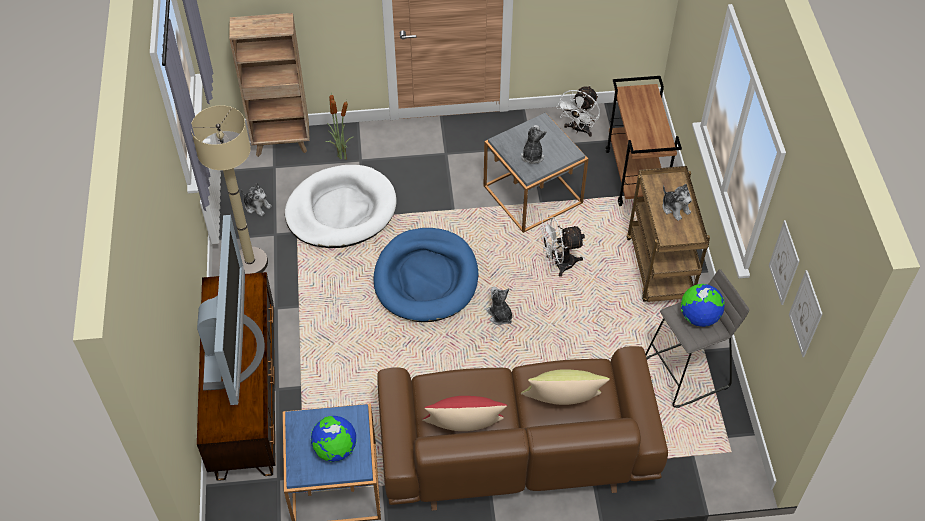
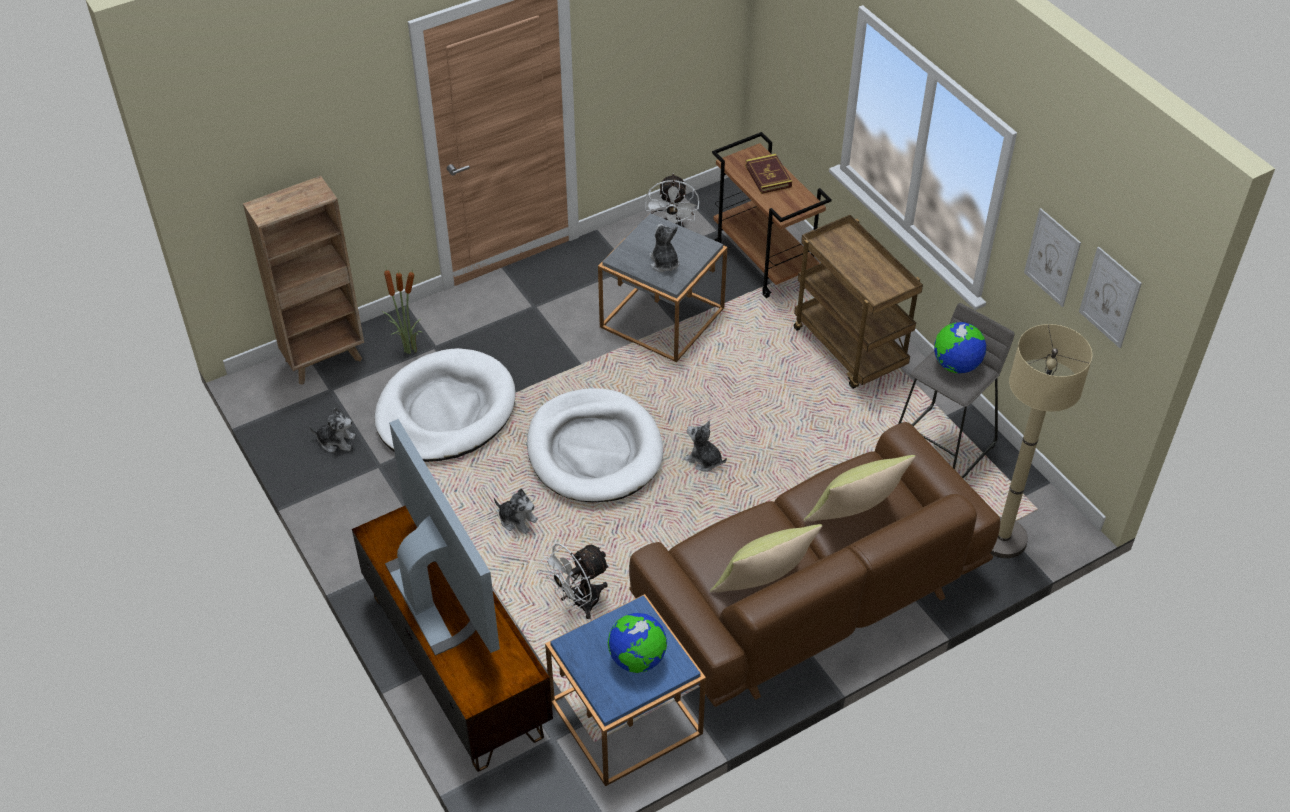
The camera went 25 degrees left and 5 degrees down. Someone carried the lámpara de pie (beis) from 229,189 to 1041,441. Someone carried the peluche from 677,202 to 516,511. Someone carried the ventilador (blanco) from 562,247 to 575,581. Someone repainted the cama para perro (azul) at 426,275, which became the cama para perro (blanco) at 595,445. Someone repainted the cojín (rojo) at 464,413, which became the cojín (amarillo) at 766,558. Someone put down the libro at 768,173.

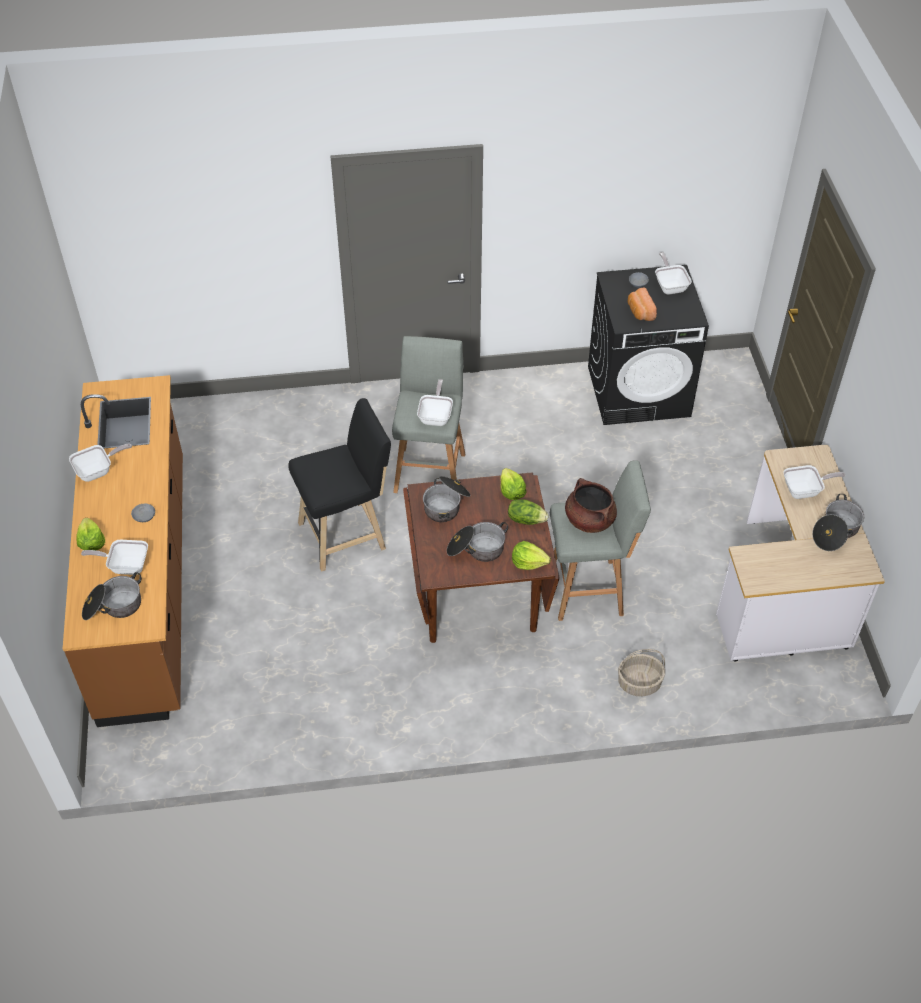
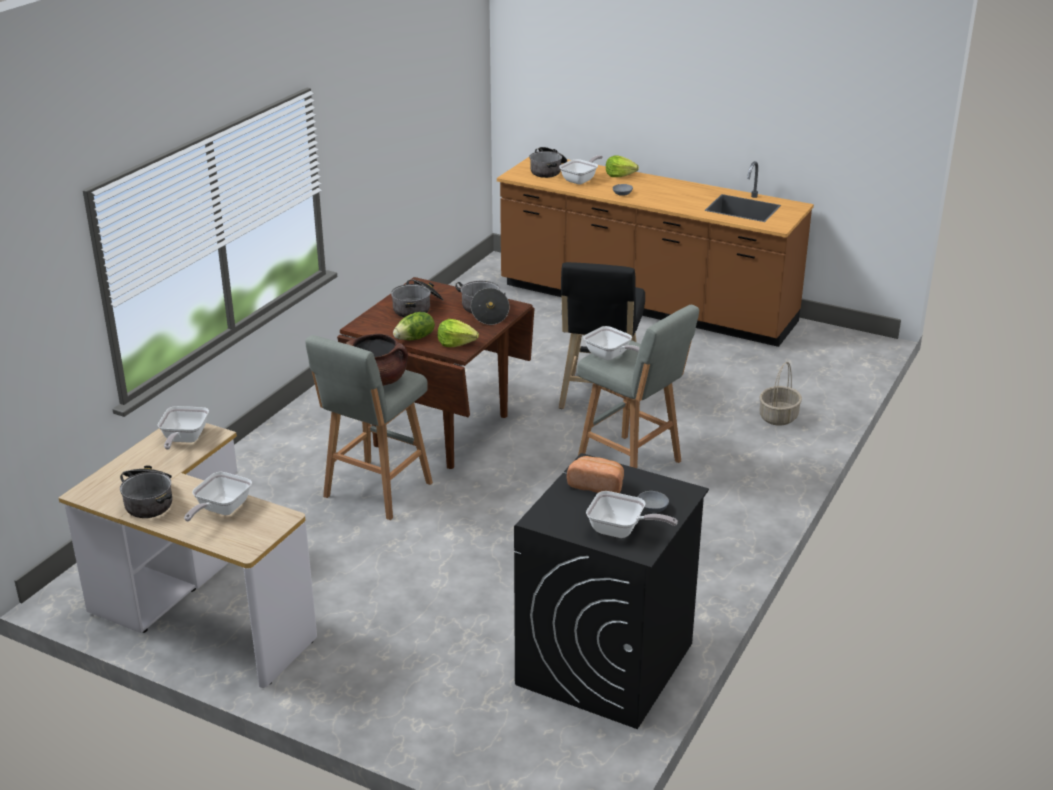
The camera went 125 degrees right and 20 degrees down. Someone carried the sartén from 100,462 to 183,428. Someone took away the lechuga at 531,555. Someone carried the cesta from 641,672 to 780,393.

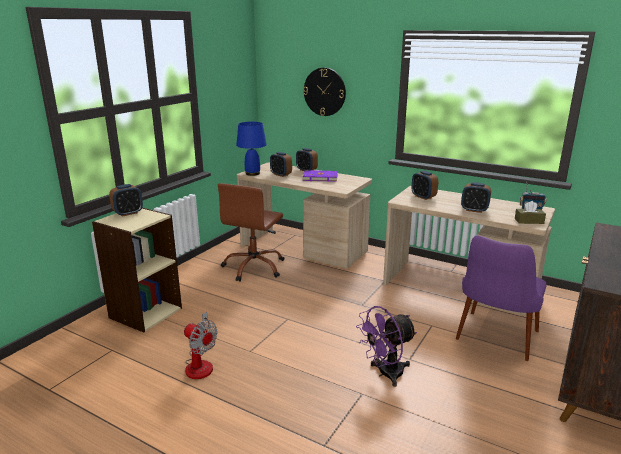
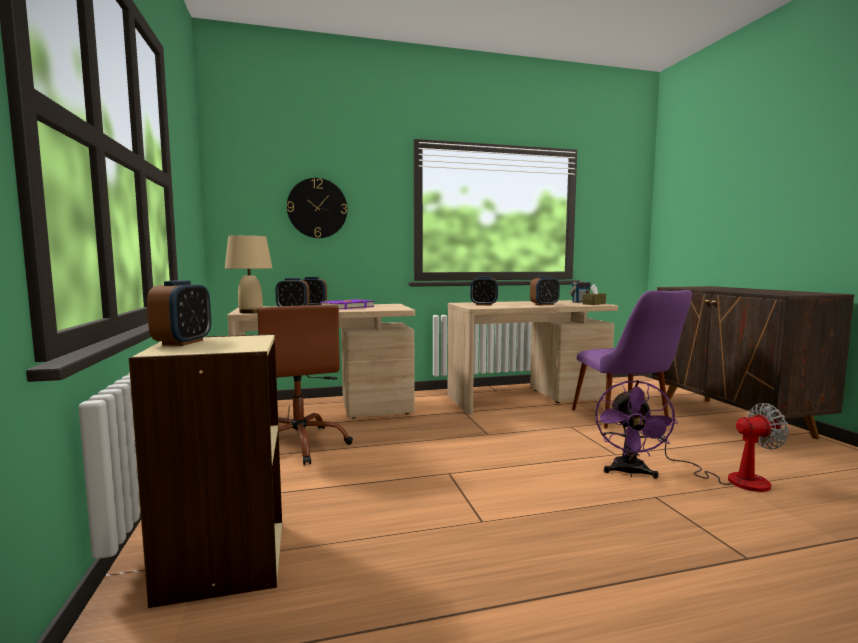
The camera went 45 degrees left and 15 degrees down. Someone repainted the lámpara de mesa (azul) at 251,149, which became the lámpara de mesa (beis) at 248,274. Someone carried the ventilador from 200,345 to 723,447.

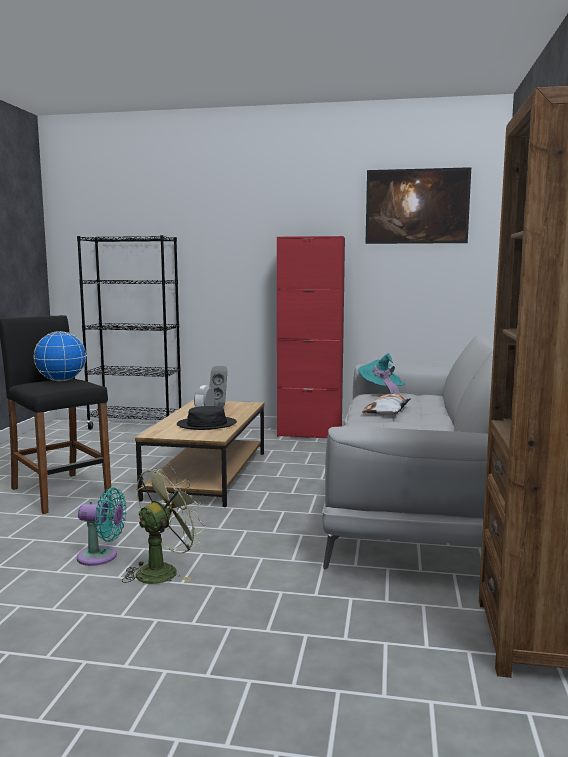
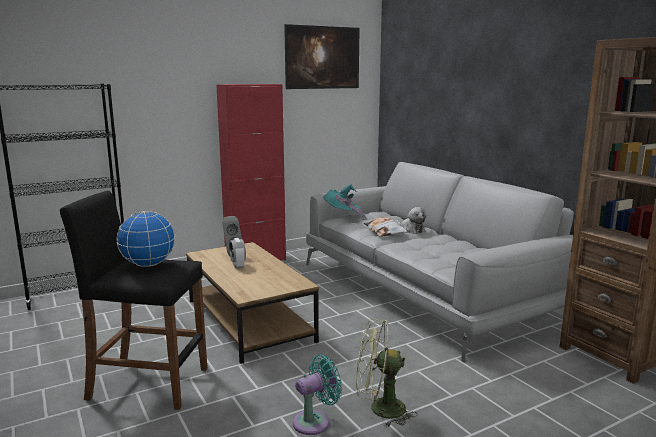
The camera went 40 degrees left and 5 degrees up. Someone took away the sombrero (negro) at 207,418. Someone rotated the ventilador (verde) at 164,524 by 90 degrees counterclockwise. Someone put down the peluche at 411,220.

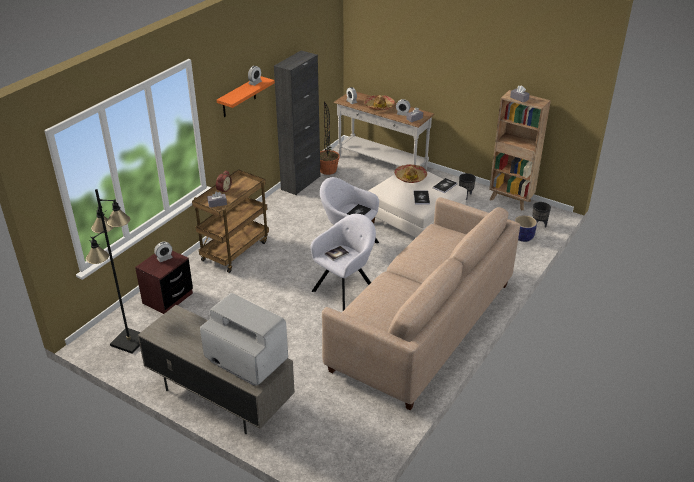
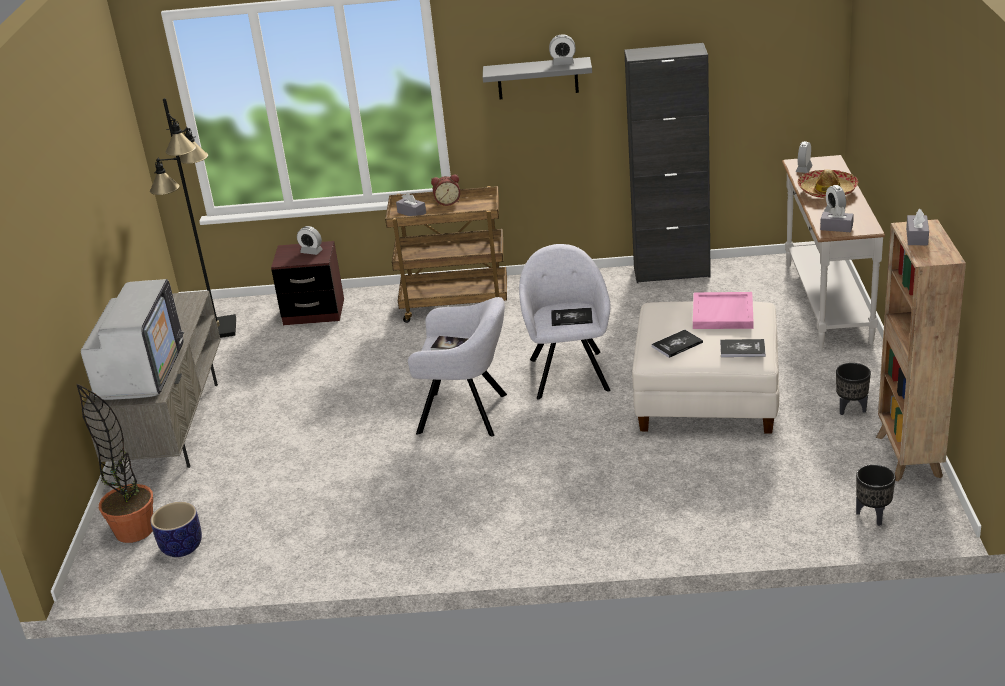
The camera went 60 degrees right and 5 degrees down. Someone repainted the estante (naranja) at 245,96, which became the estante (gris) at 537,78. Someone carried the planta en maceta from 330,138 to 115,463. Someone swapped the sombrero at 410,173 for the bandeja (rosa) at 723,310. Someone took away the sofá (beis) at 421,303. Someone carried the maceta from 525,228 to 176,529.

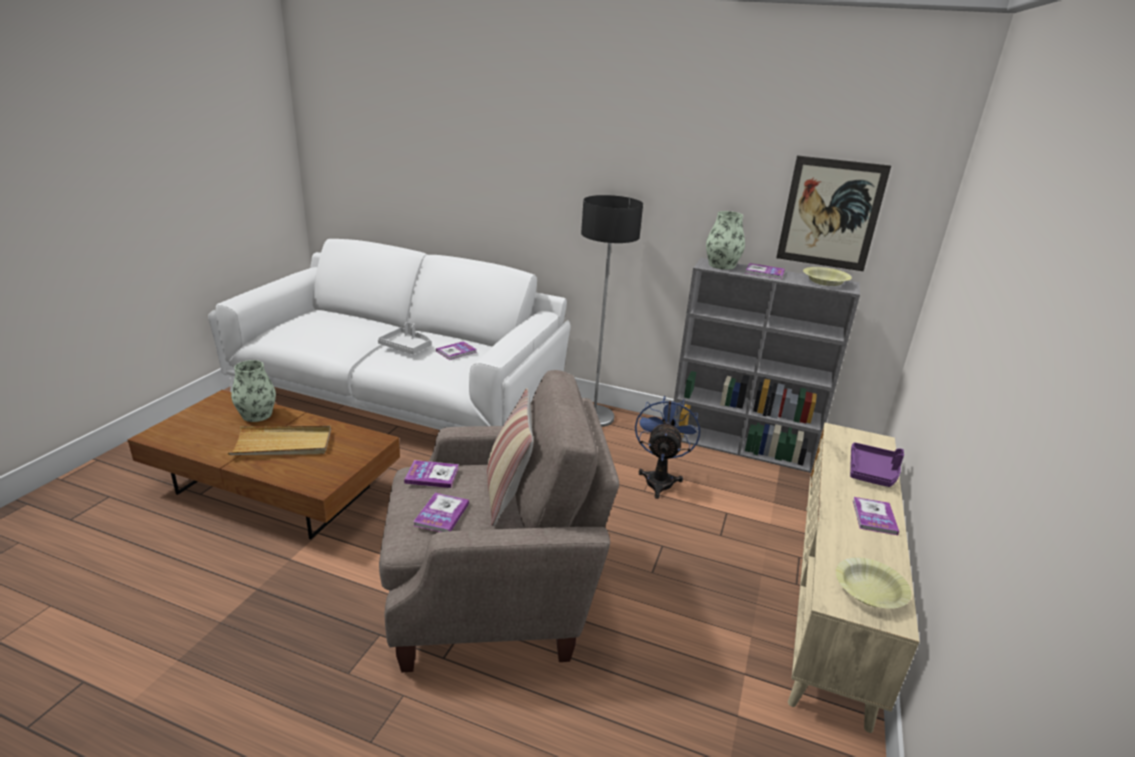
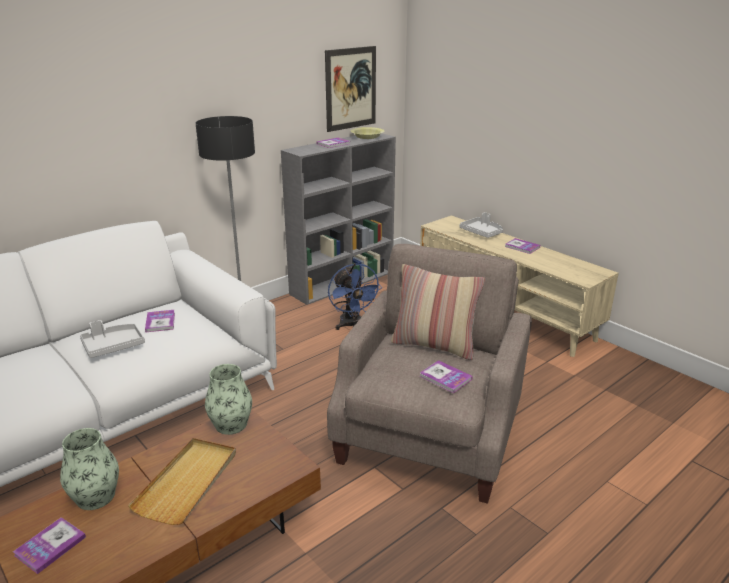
The camera went 60 degrees left and 0 degrees up. Someone carried the florero from 725,240 to 228,399. Someone rotated the ventilador (azul) at 667,447 by 150 degrees counterclockwise. Someone repainted the bandeja (morado) at 877,464, which became the bandeja (gris) at 481,225. Someone carried the libro from 431,474 to 49,545. Someone took away the cuenco (amarillo) at 874,583.

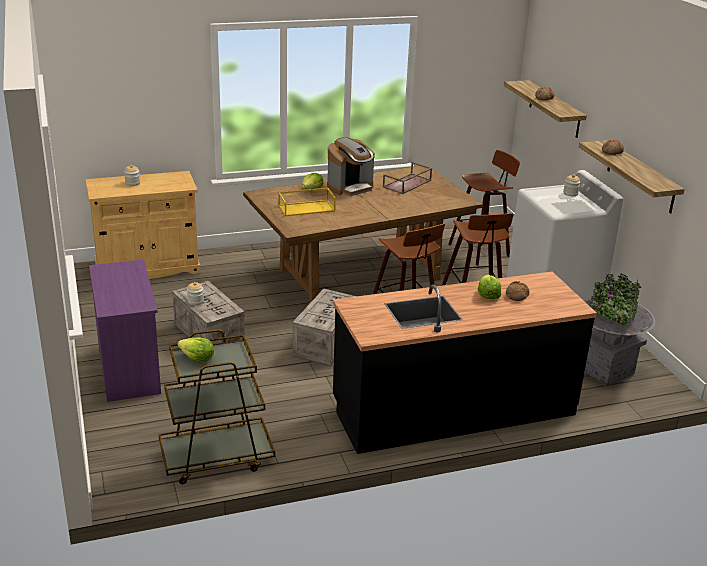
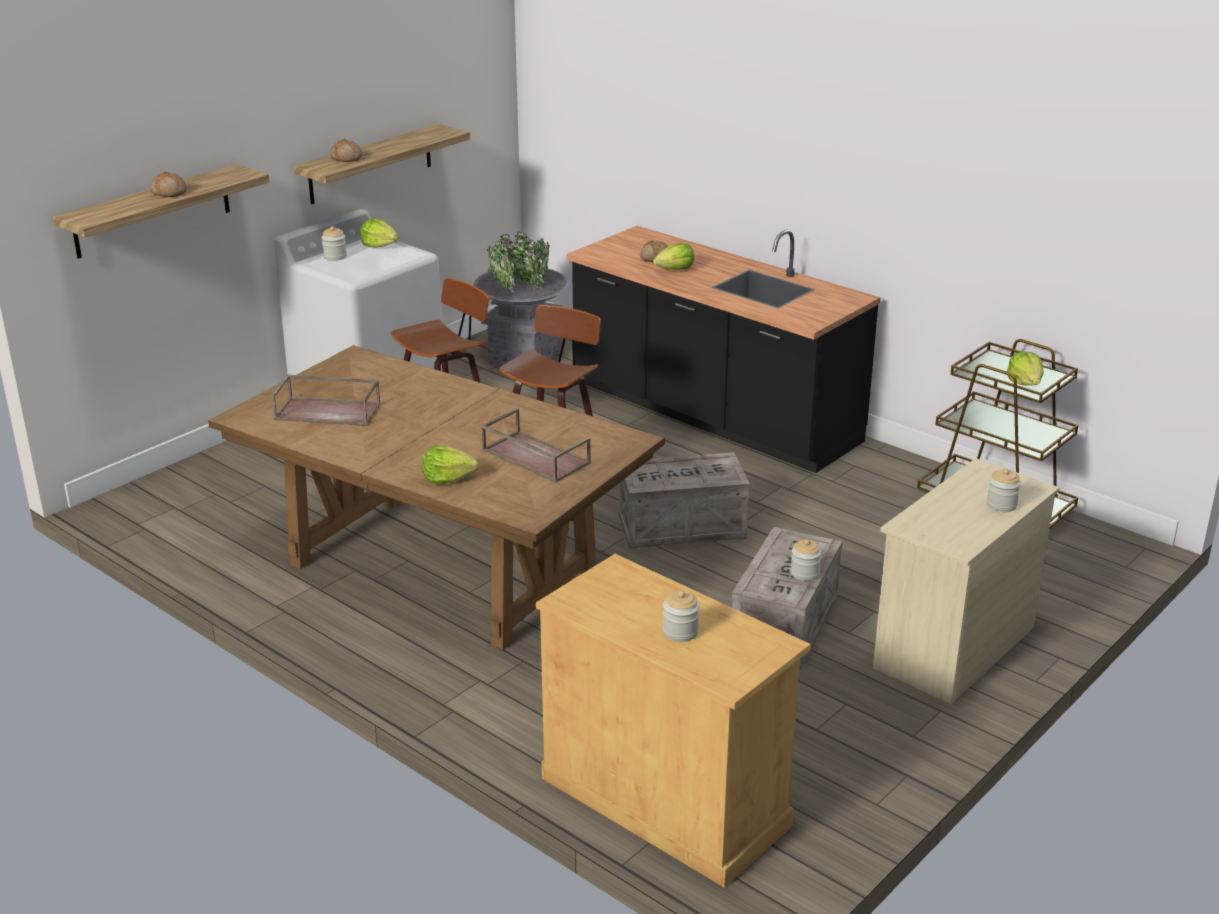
The camera went 120 degrees left and 0 degrees up. Someone took away the cafetera at 351,166. Someone took away the taburete at 484,208. Someone repainted the bandeja (amarillo) at 307,202, which became the bandeja (marrón) at 536,445. Someone repainted the cómoda (morado) at 125,330, which became the cómoda (beis) at 966,581. Someone put down the lechuga at 379,233. Someone put down the tarro at 1004,490.

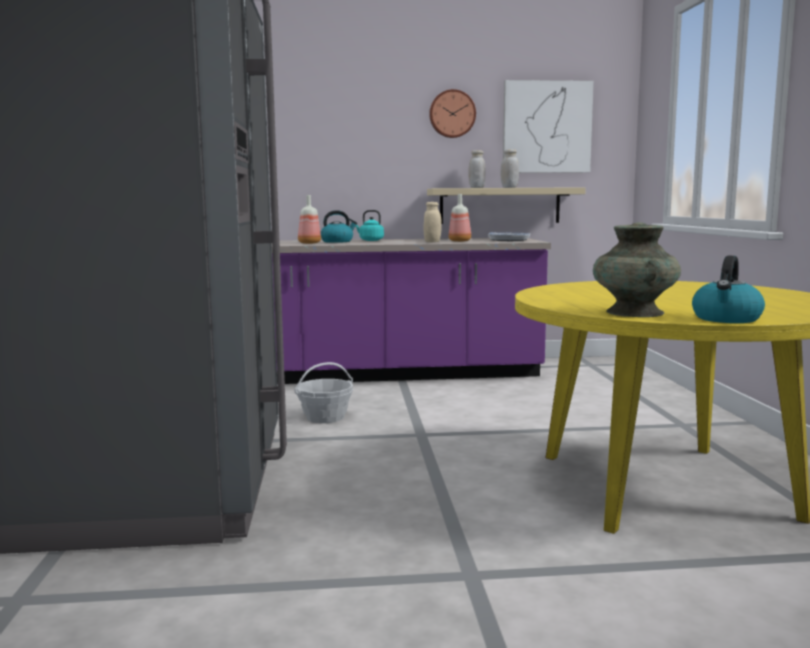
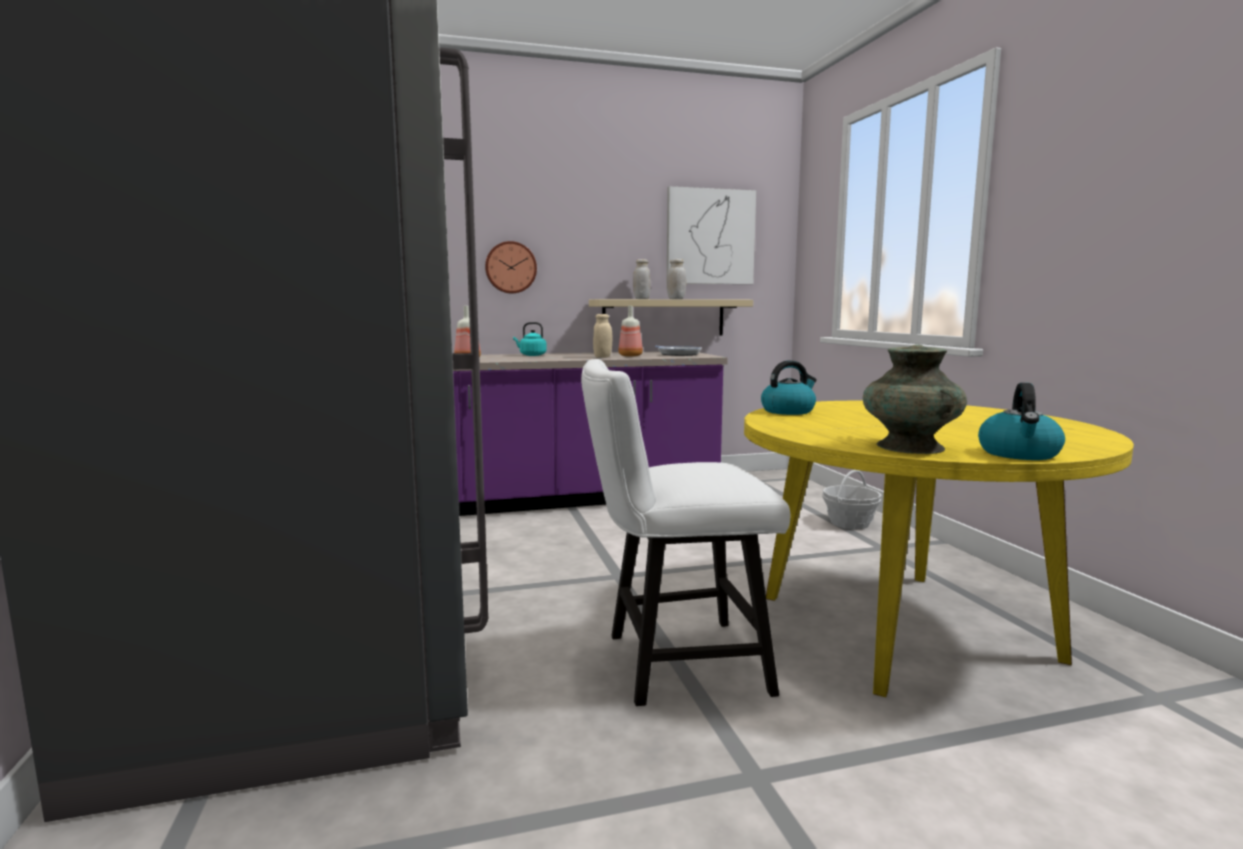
The camera went 10 degrees left and 0 degrees up. Someone carried the reloj de pared from 452,113 to 511,267. Someone carried the hervidor from 339,226 to 789,387. Someone carried the cesta from 323,392 to 851,499. Someone put down the silla (blanco) at 686,532.

